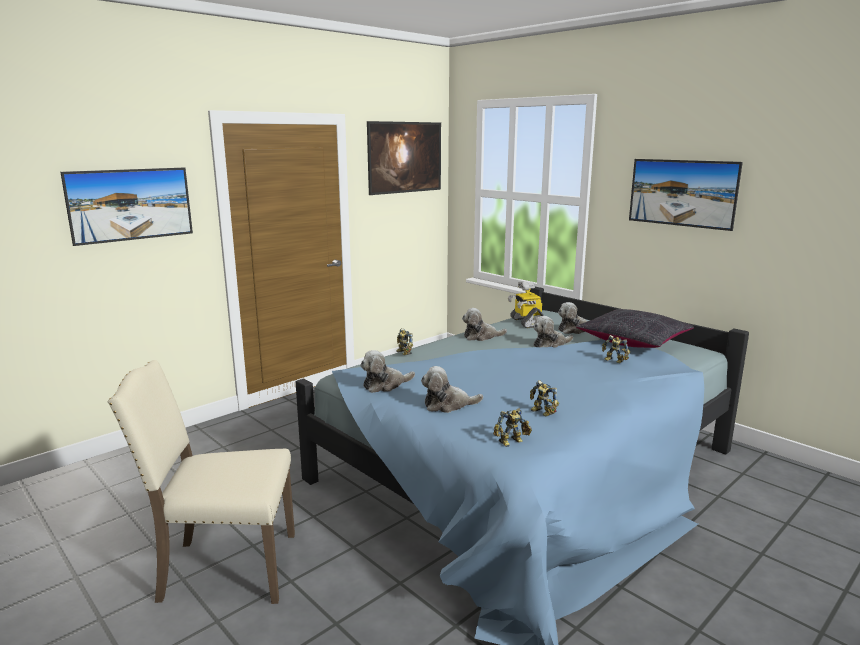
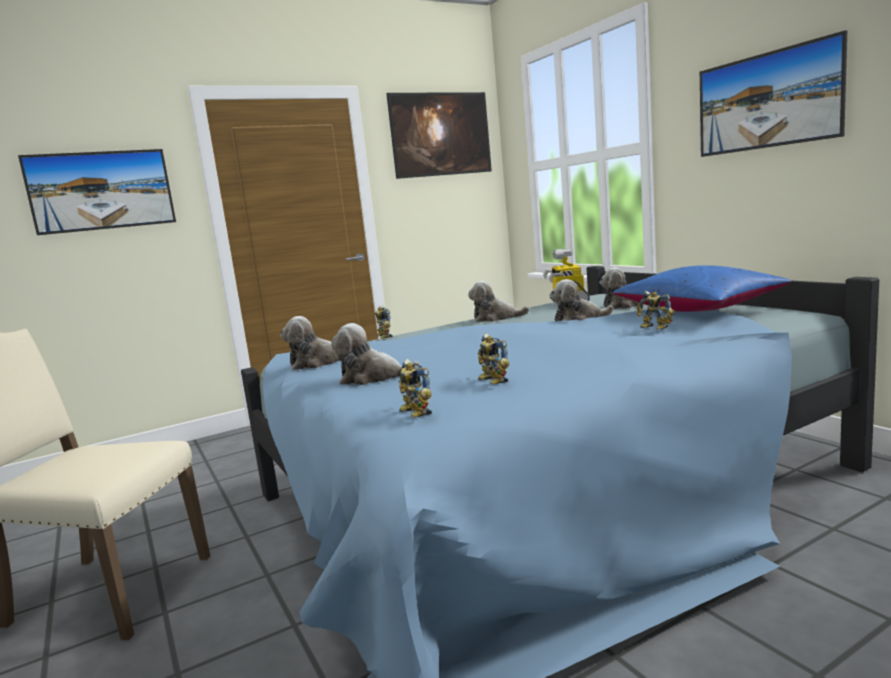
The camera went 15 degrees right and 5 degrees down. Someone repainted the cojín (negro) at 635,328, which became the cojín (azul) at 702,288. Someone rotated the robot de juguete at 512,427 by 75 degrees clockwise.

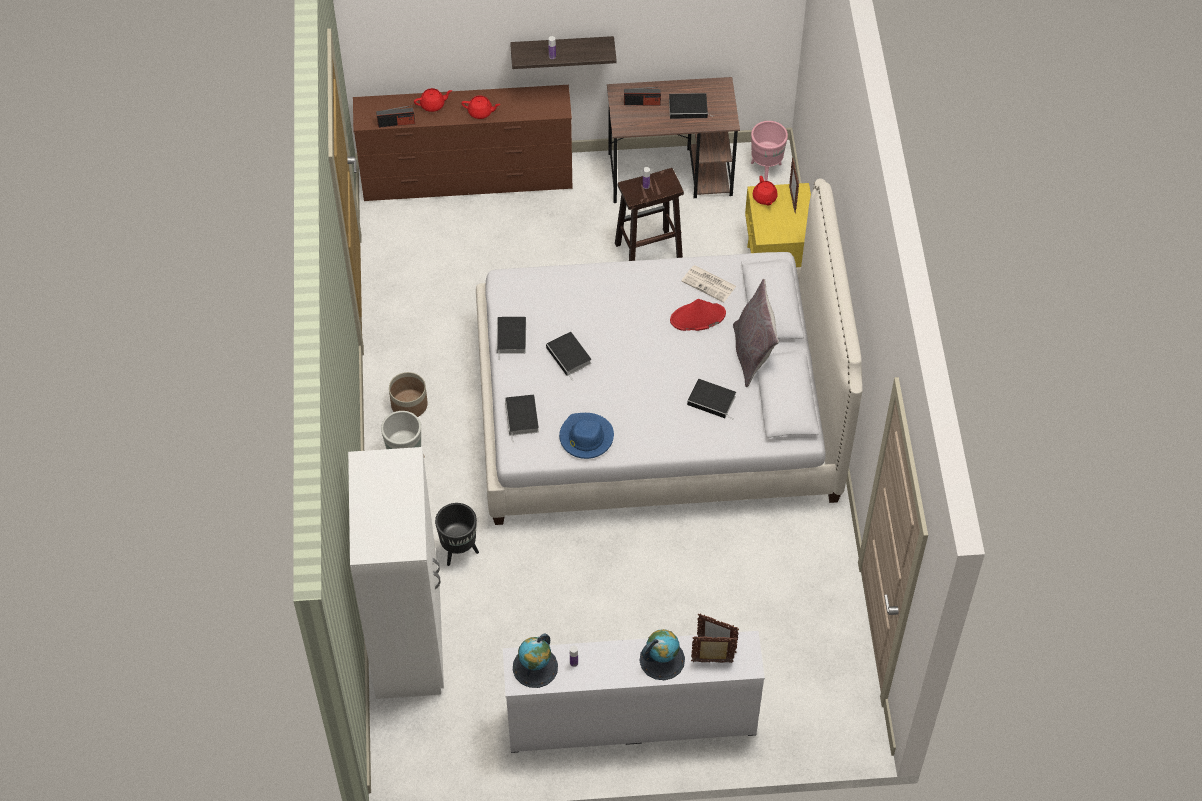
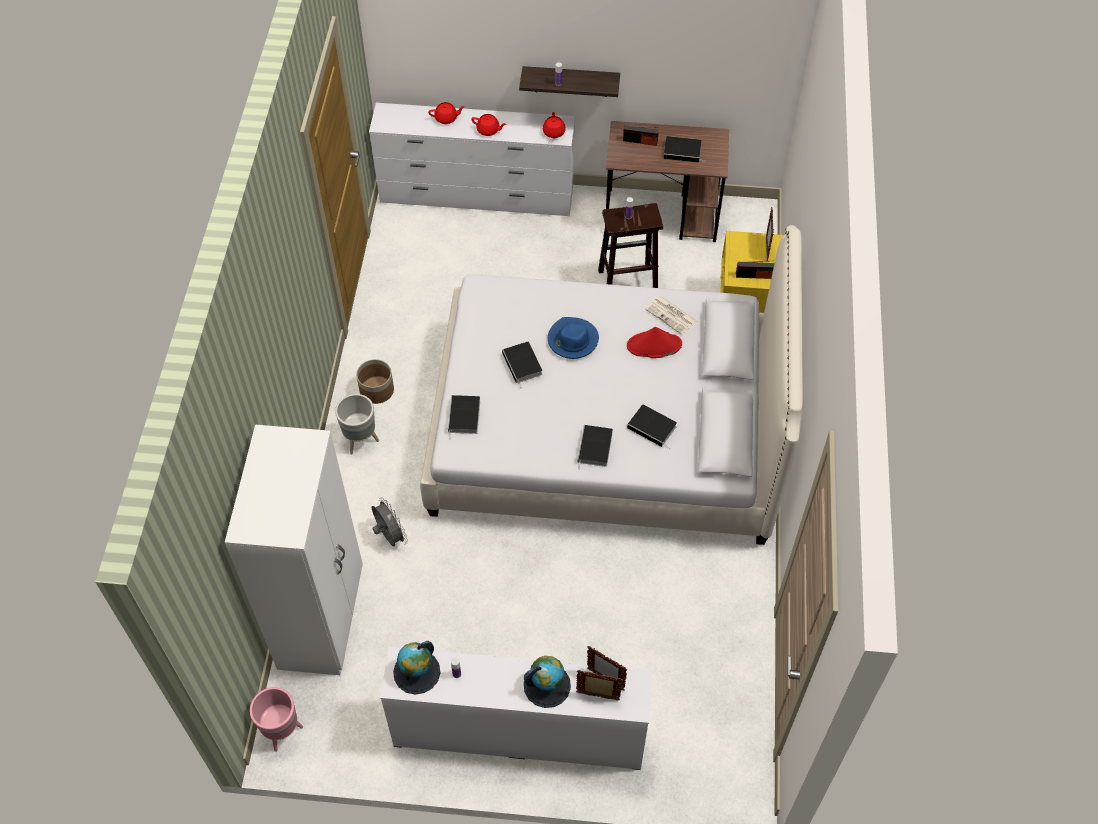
The camera went 10 degrees right and 0 degrees up. Someone repainted the cómoda (marrón) at 462,143, which became the cómoda (blanco) at 472,159. Someone carried the radio from 395,116 to 755,269. Someone carried the maceta (rosa) from 769,151 to 276,719. Someone carried the tetera (rojo) from 765,191 to 554,125. Someone took away the cojín (gris) at 756,333. Someone carried the libro from 511,338 to 595,447. Someone carried the sombrero (azul) from 586,436 to 573,338. Someone swapped the maceta (negro) at 457,534 for the ventilador (gris) at 390,522.

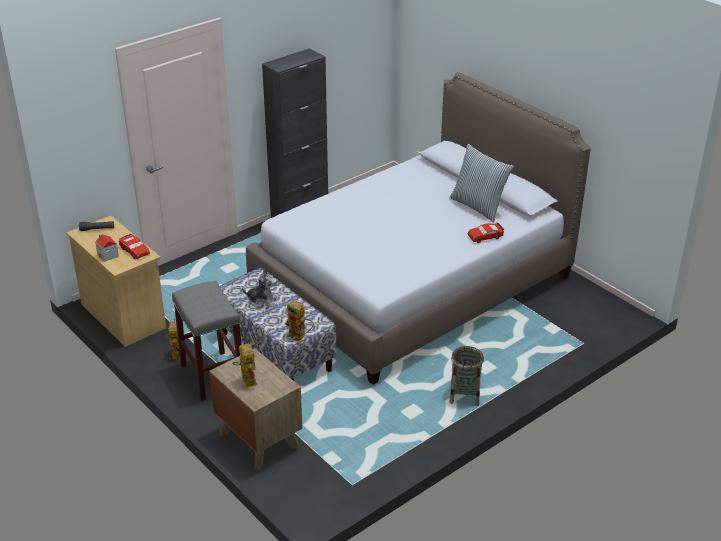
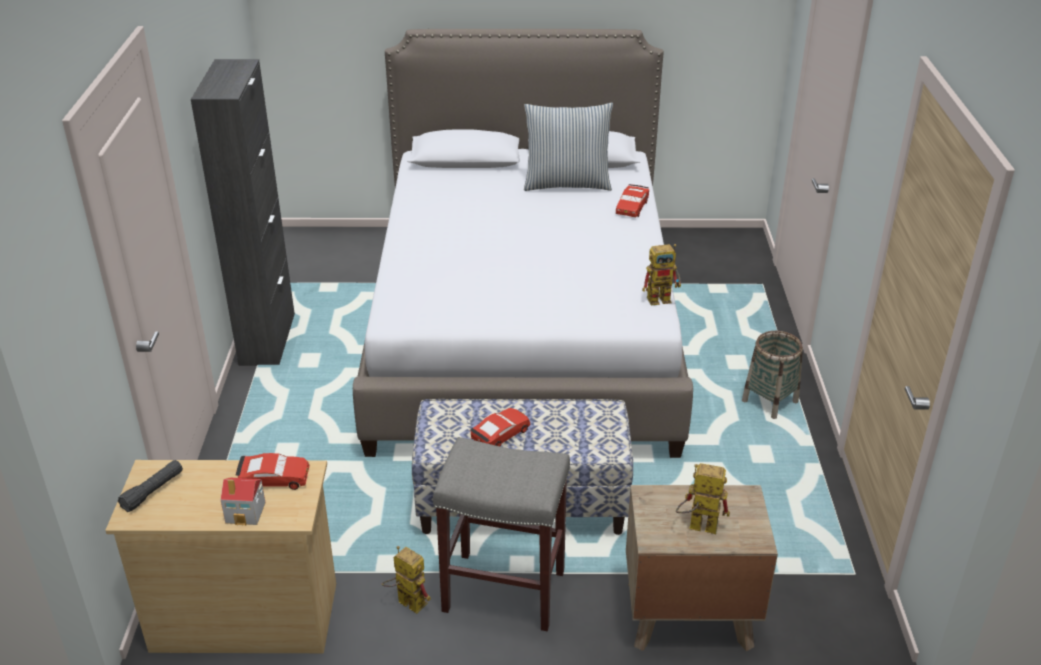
The camera went 50 degrees left and 0 degrees up. Someone swapped the peluche at 259,288 for the coche de juguete (rojo) at 500,427. Someone carried the robot de juguete from 299,321 to 661,275.

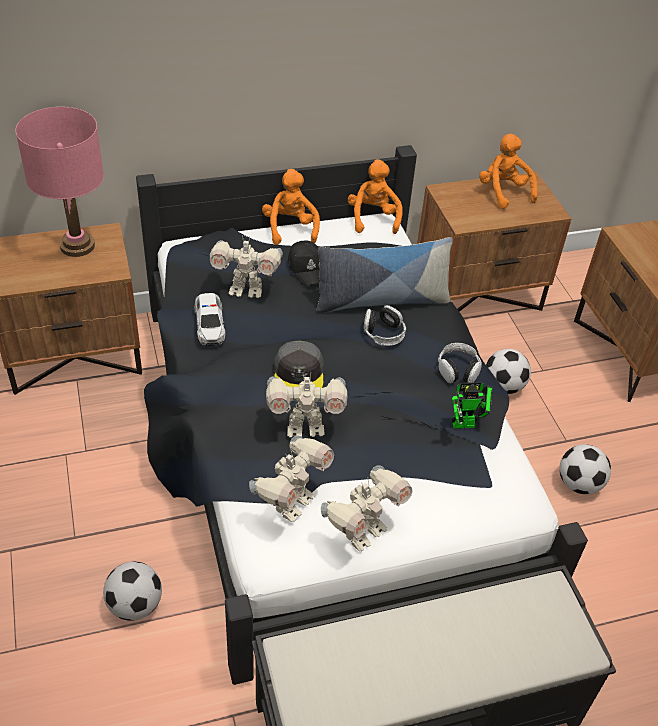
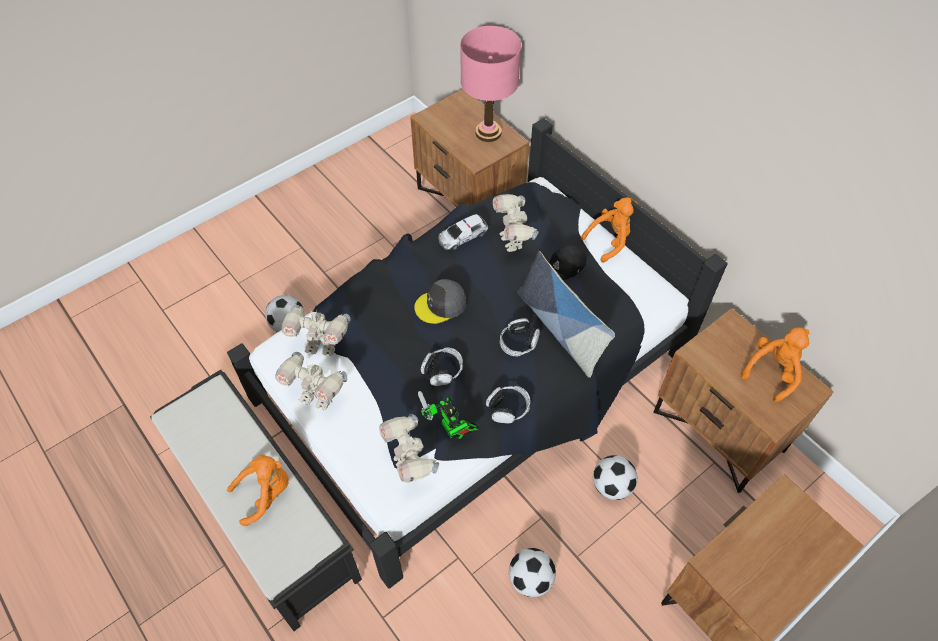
The camera went 70 degrees right and 10 degrees up. Someone carried the peluche (naranja) from 375,196 to 258,490. Someone carried the robot de juguete from 306,405 to 409,448. Someone put down the auriculares at 442,366.

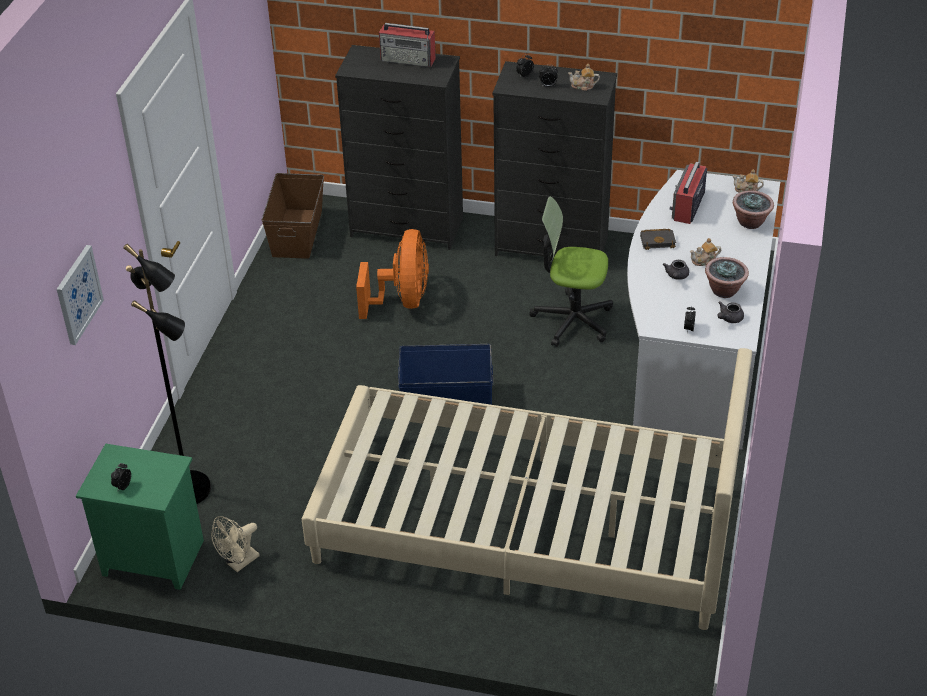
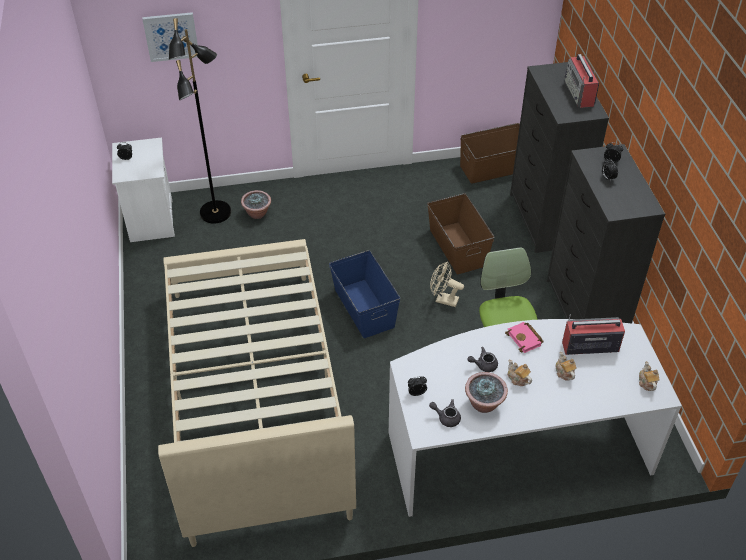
The camera went 65 degrees right and 5 degrees up. Someone carried the tetera from 584,77 to 566,366. Someone carried the planta en maceta from 753,209 to 256,204. Someone swapped the ventilador (naranja) at 392,274 for the caja de almacenaje (marrón) at 460,233. Someone repainted the libro (negro) at 658,239, which became the libro (rosa) at 524,337. Someone repainted the mesita de noche (verde) at 140,517, which became the mesita de noche (blanco) at 143,189. Someone carried the ventilador (beis) from 235,544 to 447,284.

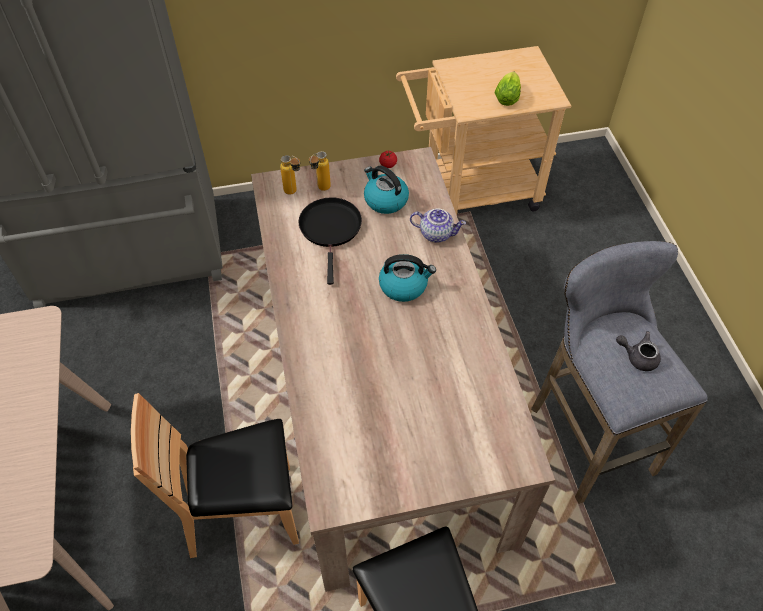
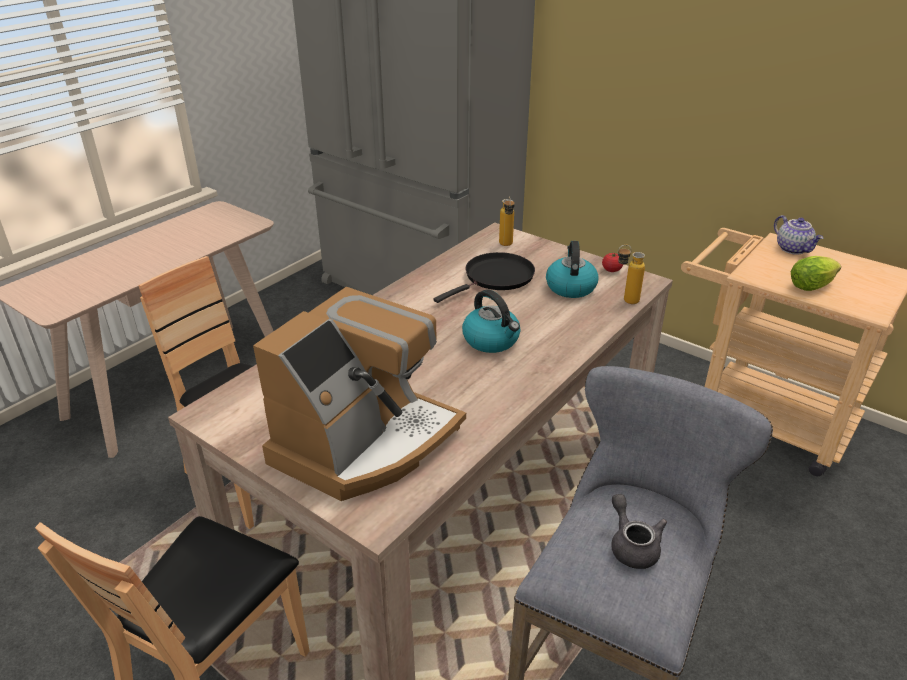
The camera went 50 degrees right and 20 degrees down. Someone carried the botella from 320,171 to 631,274. Someone carried the tetera from 438,225 to 799,235. Someone put down the cafetera at 359,394.

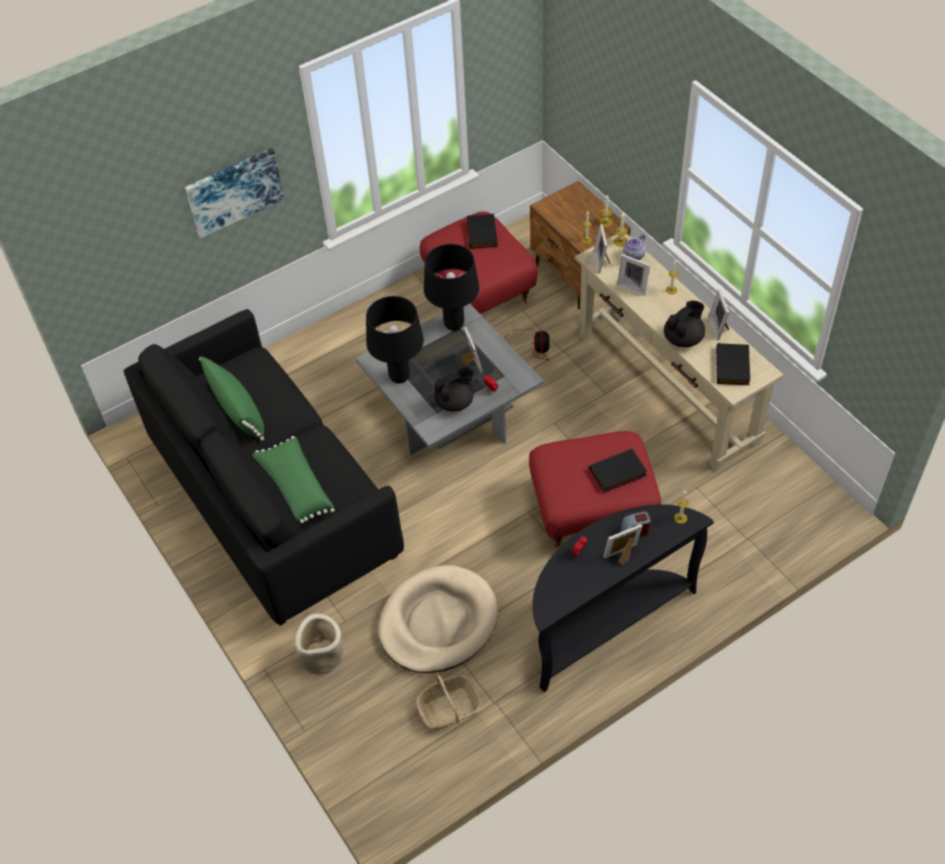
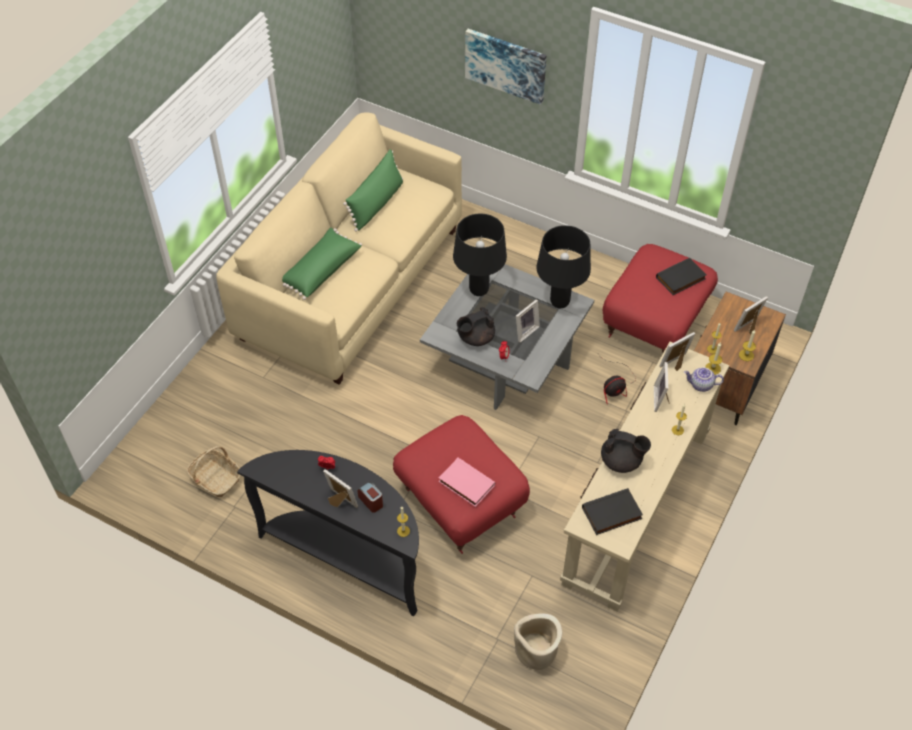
The camera went 60 degrees right and 0 degrees up. Someone carried the portarretratos from 718,314 to 751,315. Someone repainted the sofá (negro) at 264,467, which became the sofá (beis) at 339,248. Someone rotated the tetera (negro) at 454,389 by 120 degrees clockwise. Someone repainted the libro (negro) at 618,471, which became the libro (rosa) at 466,482. Someone took away the cama para perro (beis) at 438,619. Someone carried the maceta (beis) from 319,644 to 538,641.

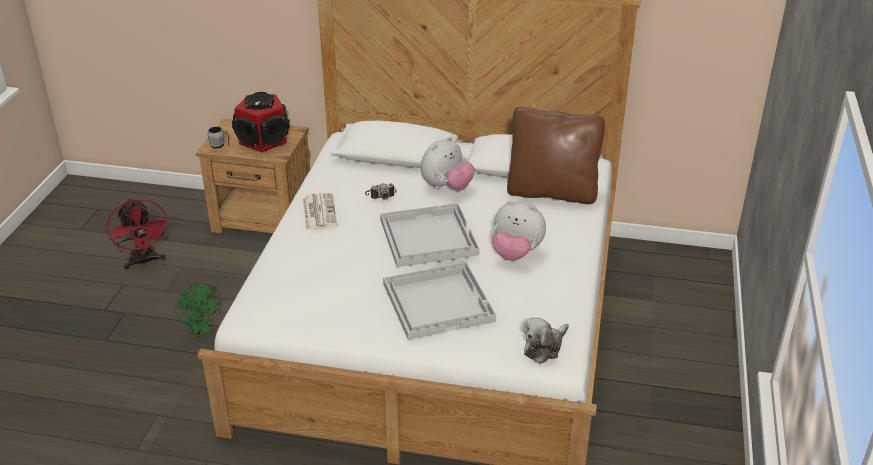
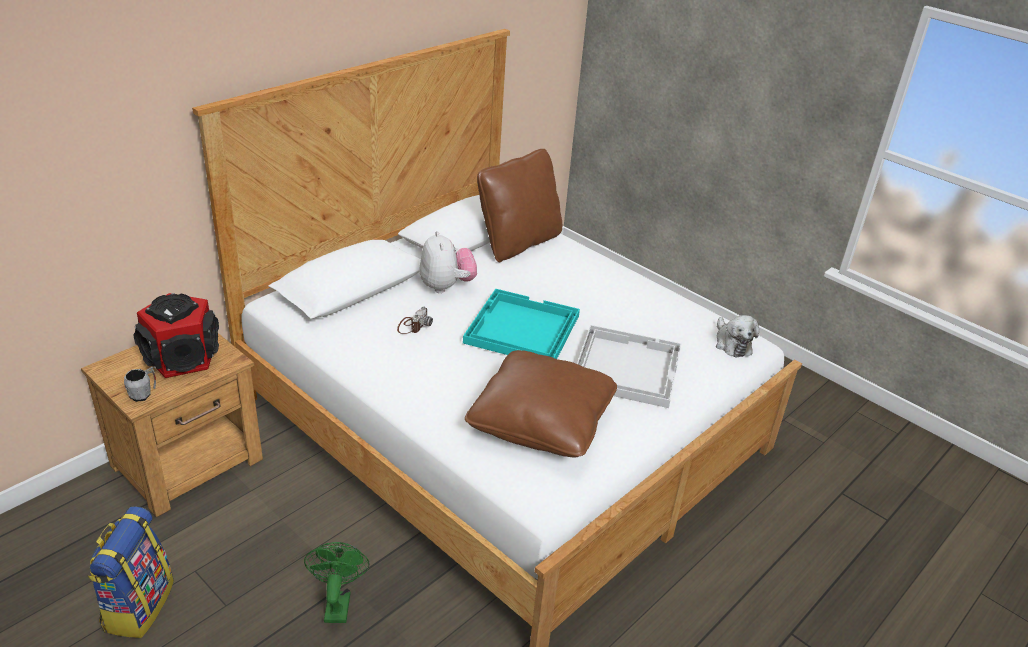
The camera went 60 degrees left and 0 degrees up. Someone took away the periódico at 320,211. Someone swapped the ventilador (rojo) at 138,233 for the mochila at 131,572. Someone took away the peluche at 519,230. Someone repainted the bandeja (blanco) at 430,235, which became the bandeja (turquesa) at 521,324. Someone rotated the ventilador (verde) at 198,310 by 90 degrees counterclockwise. Someone put down the cojín (marrón) at 541,403.

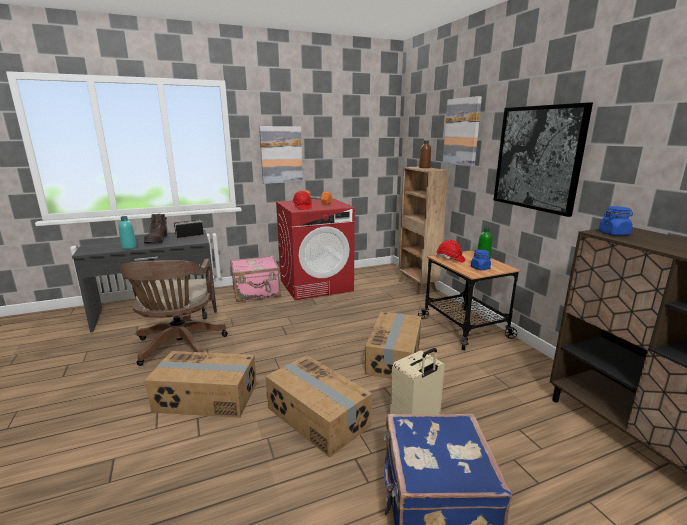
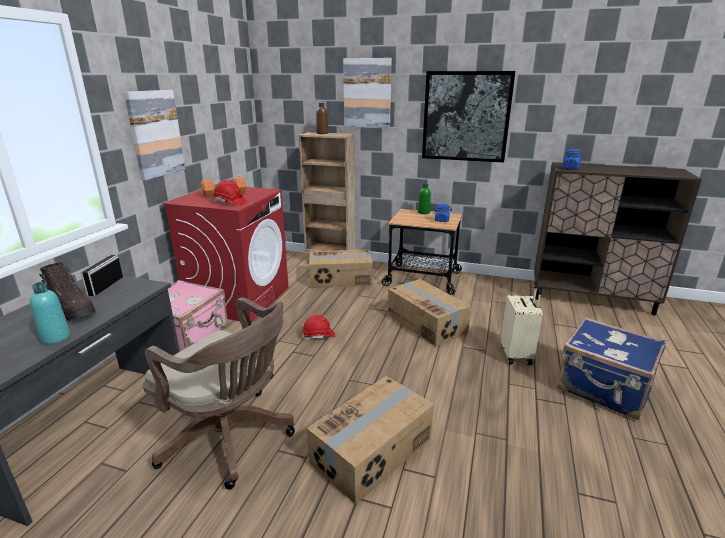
The camera went 50 degrees left and 5 degrees up. Someone carried the casco (rojo) from 450,251 to 318,327. Someone carried the caja de cartón from 318,406 to 341,268.

